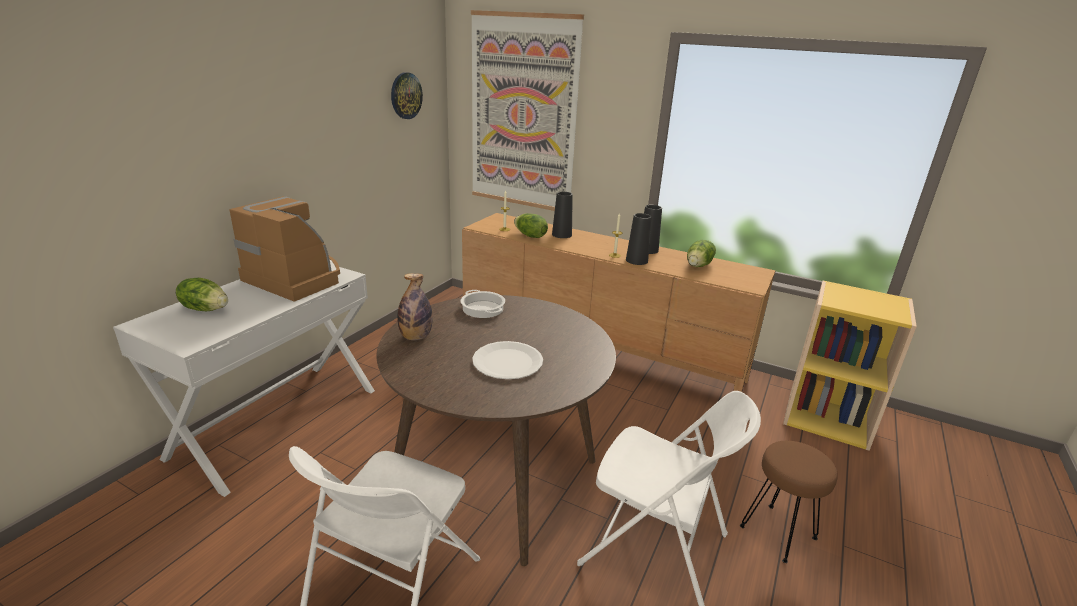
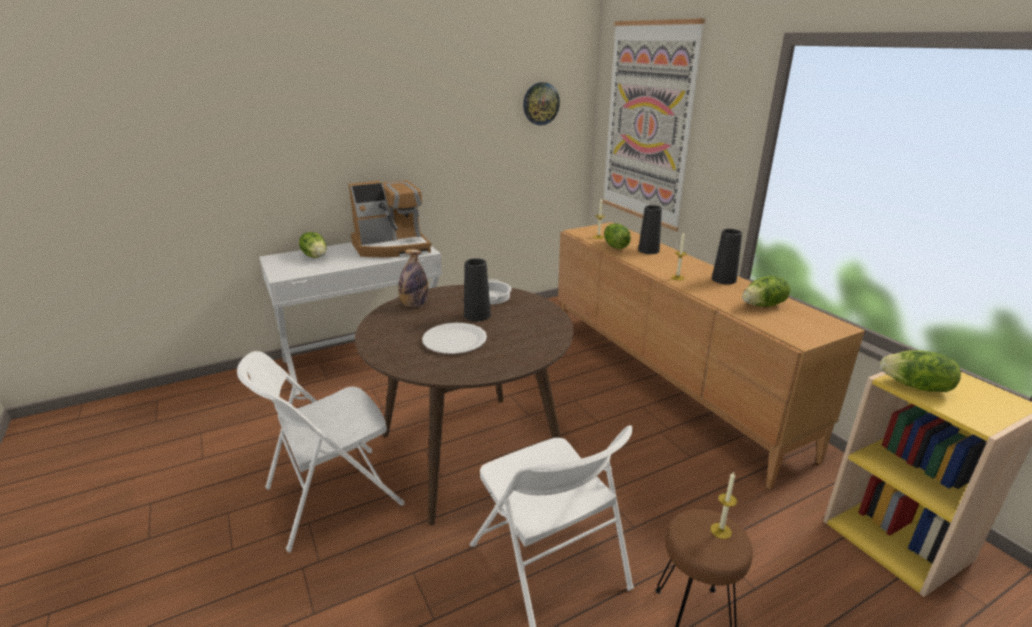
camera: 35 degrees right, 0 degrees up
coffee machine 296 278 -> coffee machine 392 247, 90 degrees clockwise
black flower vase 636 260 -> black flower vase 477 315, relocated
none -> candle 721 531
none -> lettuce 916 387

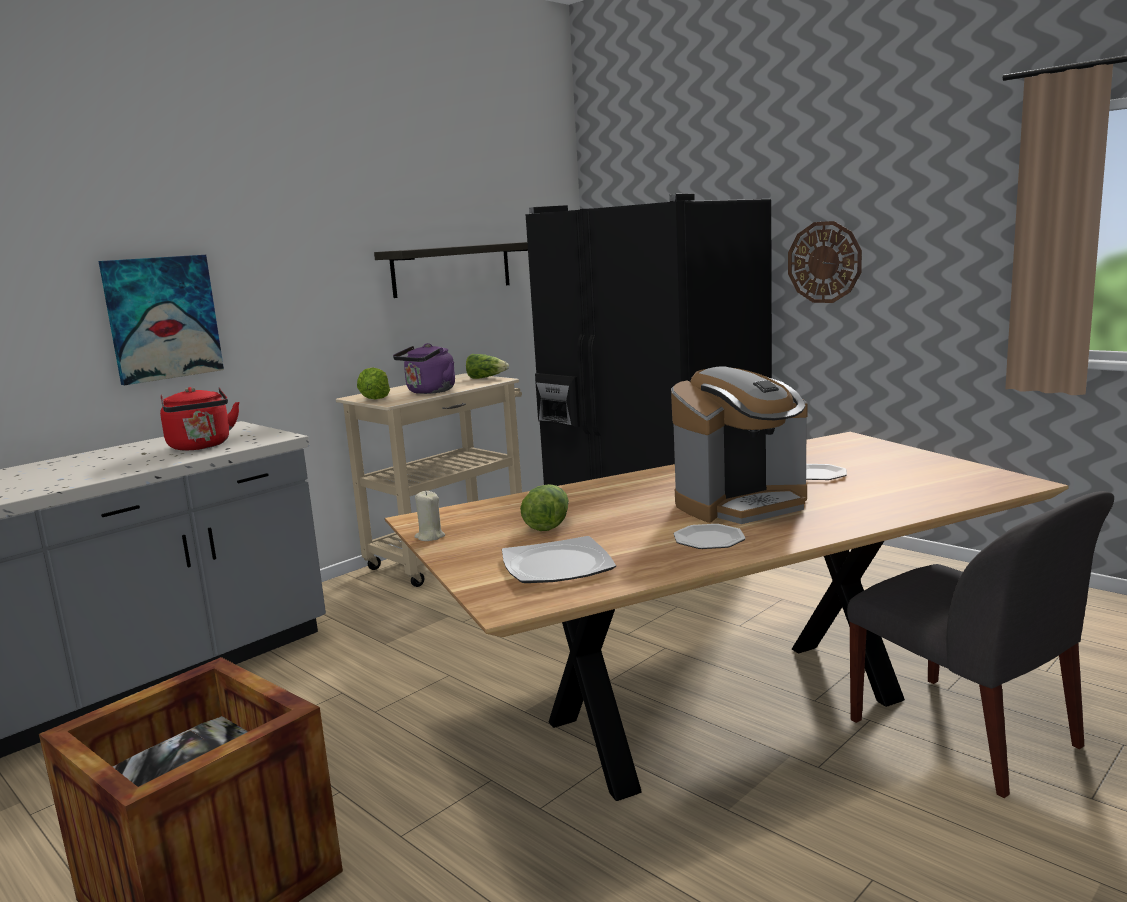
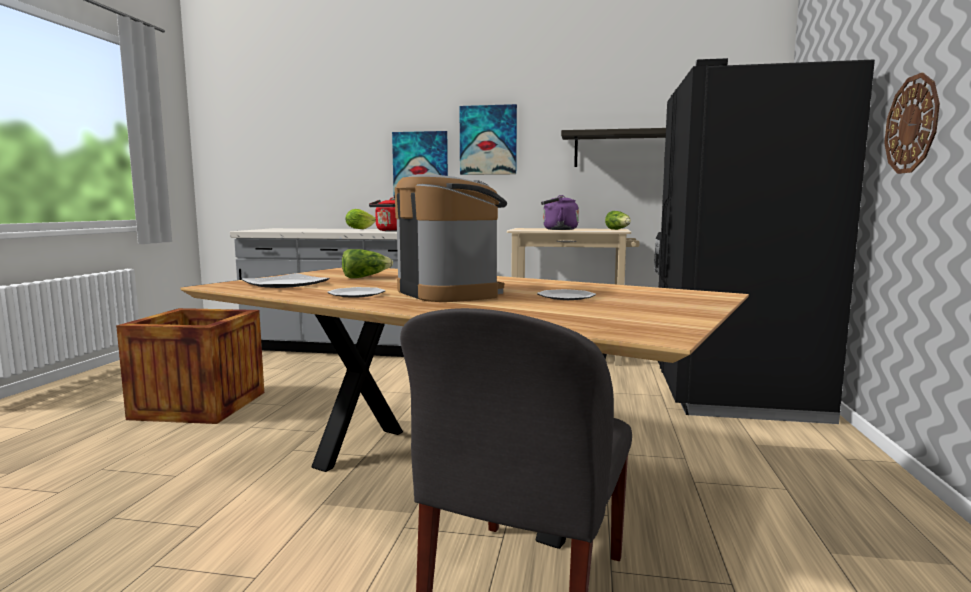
camera: 55 degrees right, 5 degrees down
lettuce 375 399 -> lettuce 359 229, relocated
coffee machine 742 504 -> coffee machine 450 293, 150 degrees counterclockwise
none -> wall picture 488 140
beige candle 430 537 -> none

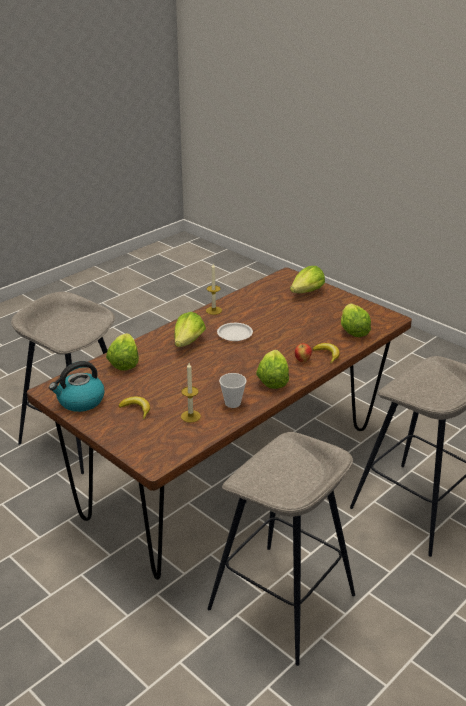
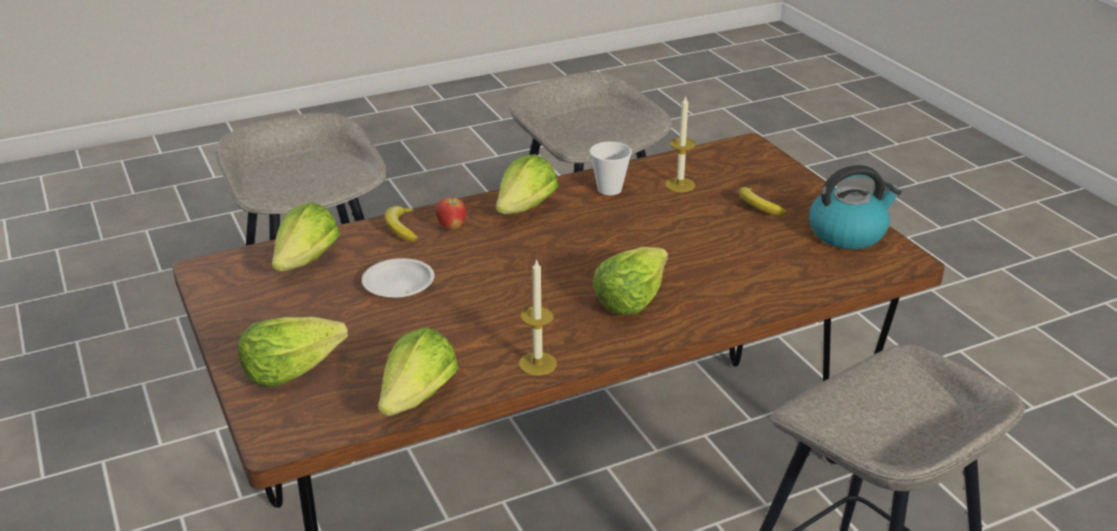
camera: 160 degrees left, 0 degrees up
white flat dish 234 334 -> white flat dish 399 283, relocated
lettuce 124 362 -> lettuce 418 398, relocated

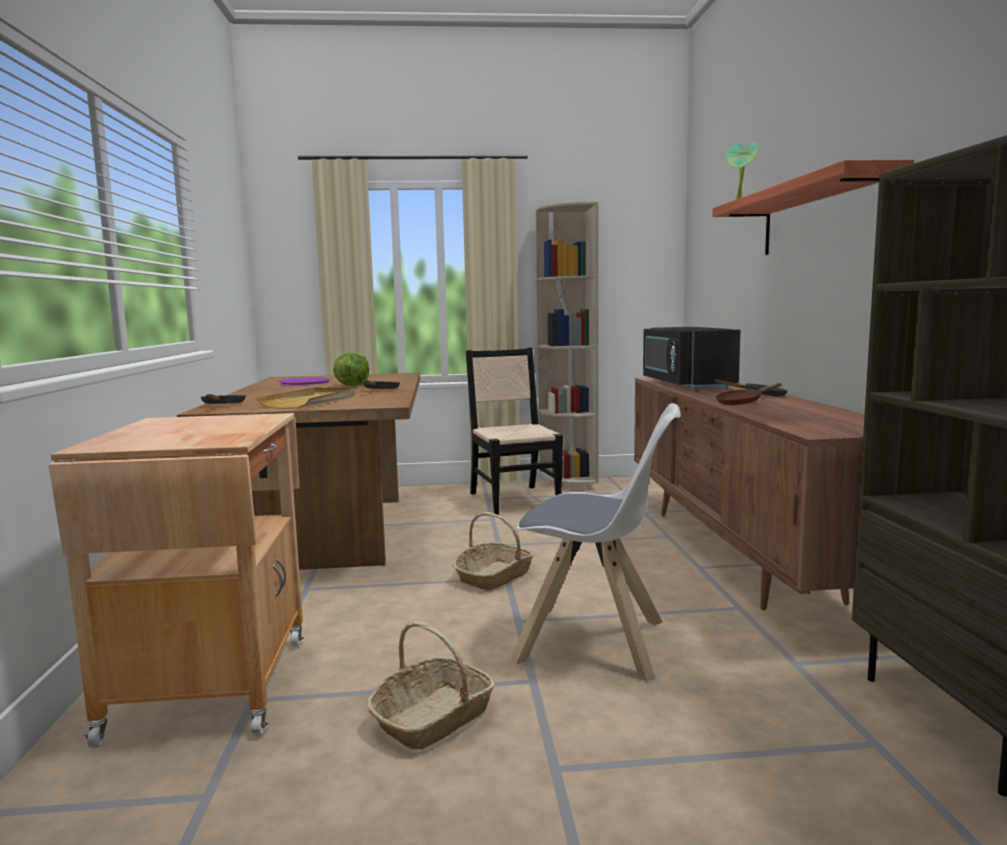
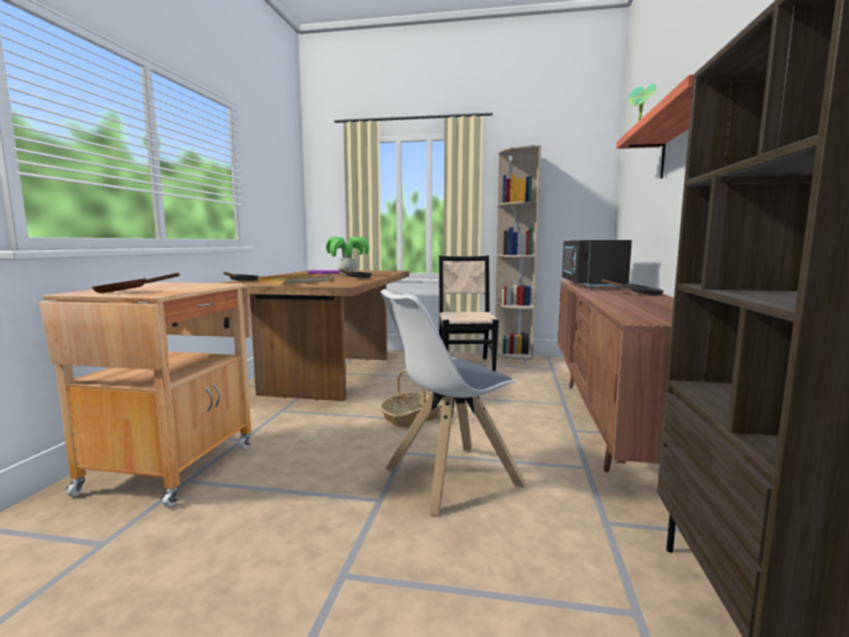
camera: 15 degrees right, 0 degrees up
brown-coloured frying pan 742 403 -> brown-coloured frying pan 127 292, relocated
lettuce 352 385 -> houseplant 347 275
plain chair 596 642 -> plain chair 449 478, 120 degrees clockwise
basket 433 718 -> none

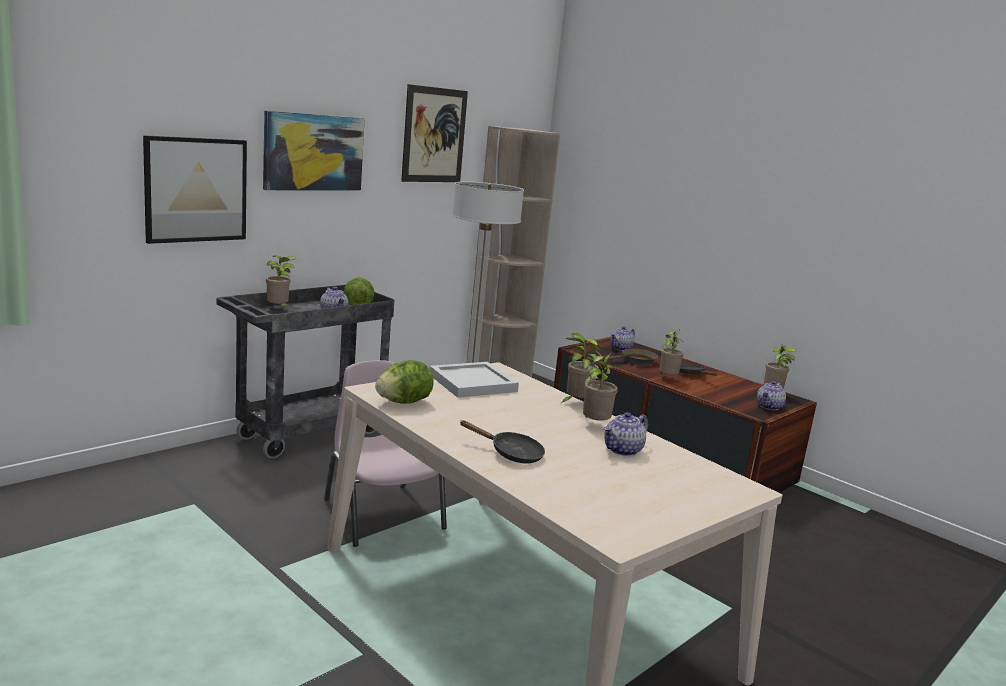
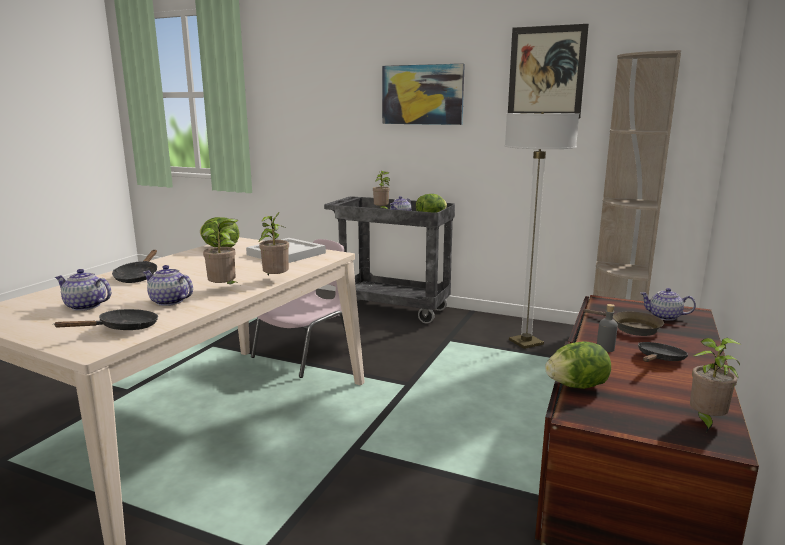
camera: 70 degrees right, 0 degrees up
none -> black frying pan 123 328
pot for tea 769 407 -> pot for tea 85 306, relocated
none -> lettuce 577 386
houseplant 667 378 -> grey beverage bottle 605 348
wall picture 196 190 -> none

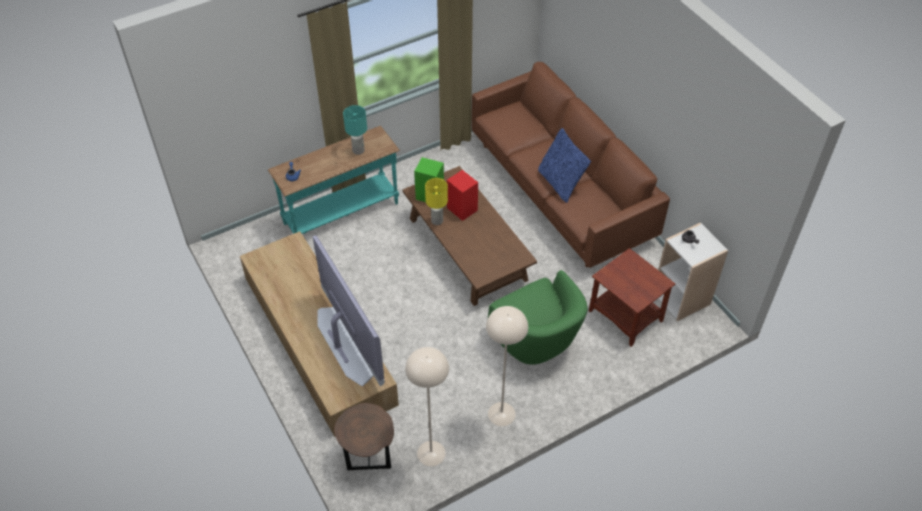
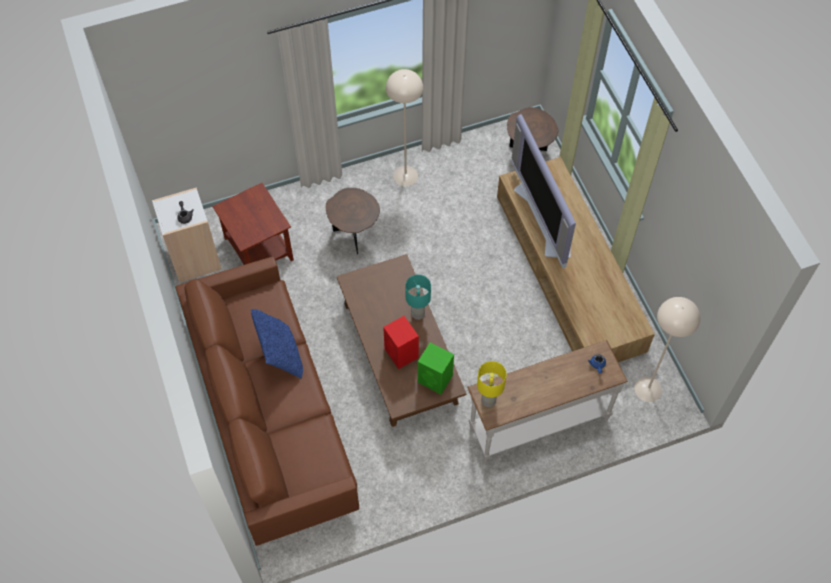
camera: 170 degrees left, 10 degrees up
green lounge chair 536 340 -> brown-coloured side table 355 238
blue-green tabletop lamp 358 150 -> blue-green tabletop lamp 418 314, relocated
blue-green hall table 342 214 -> white hall table 538 423
yellow-coloured tabletop lamp 437 221 -> yellow-coloured tabletop lamp 489 400, relocated
beige standard lamp 431 453 -> beige standard lamp 647 389, relocated

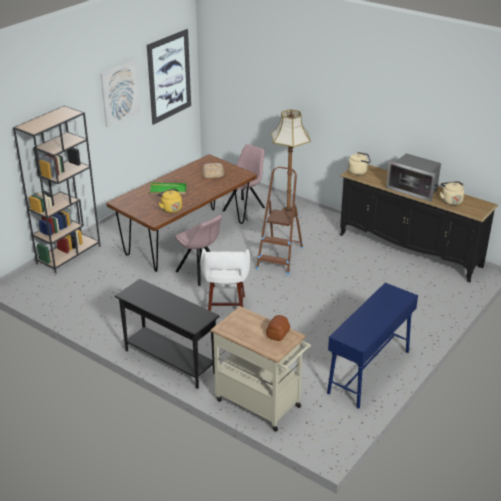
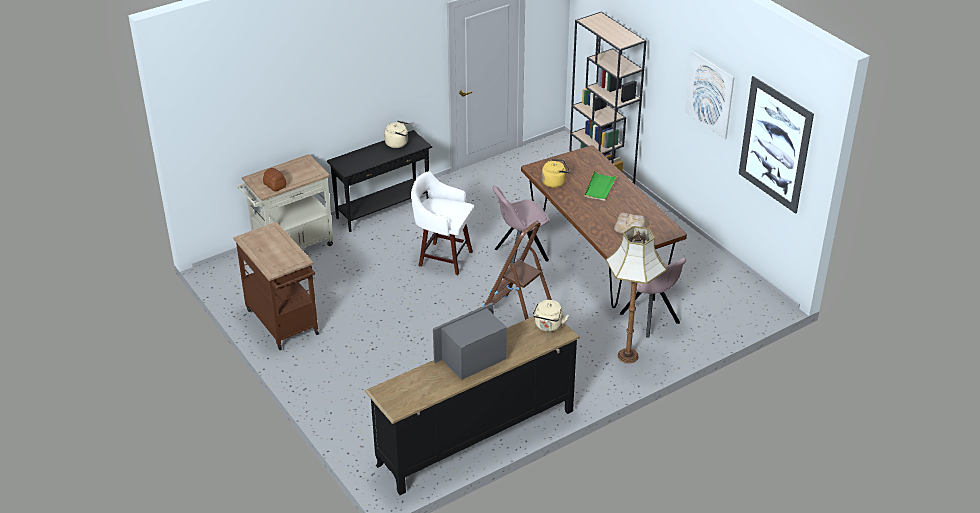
camera: 110 degrees right, 5 degrees up
bluish hall table 368 372 -> brown-coloured cart 283 324
beige kettle 450 201 -> beige kettle 398 143, relocated

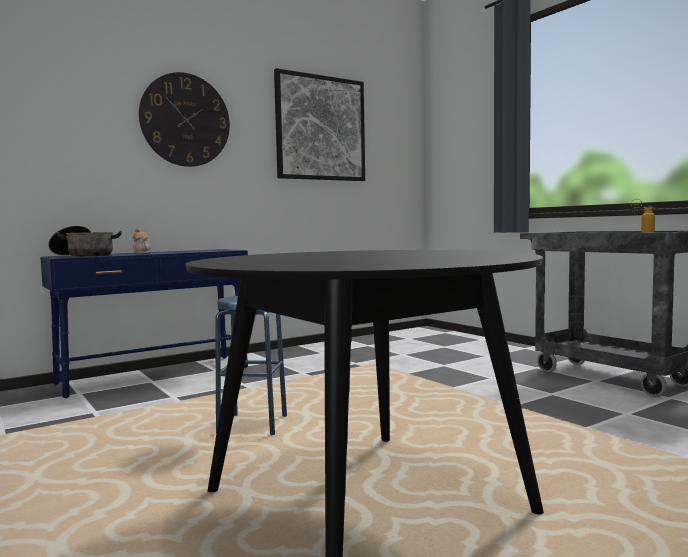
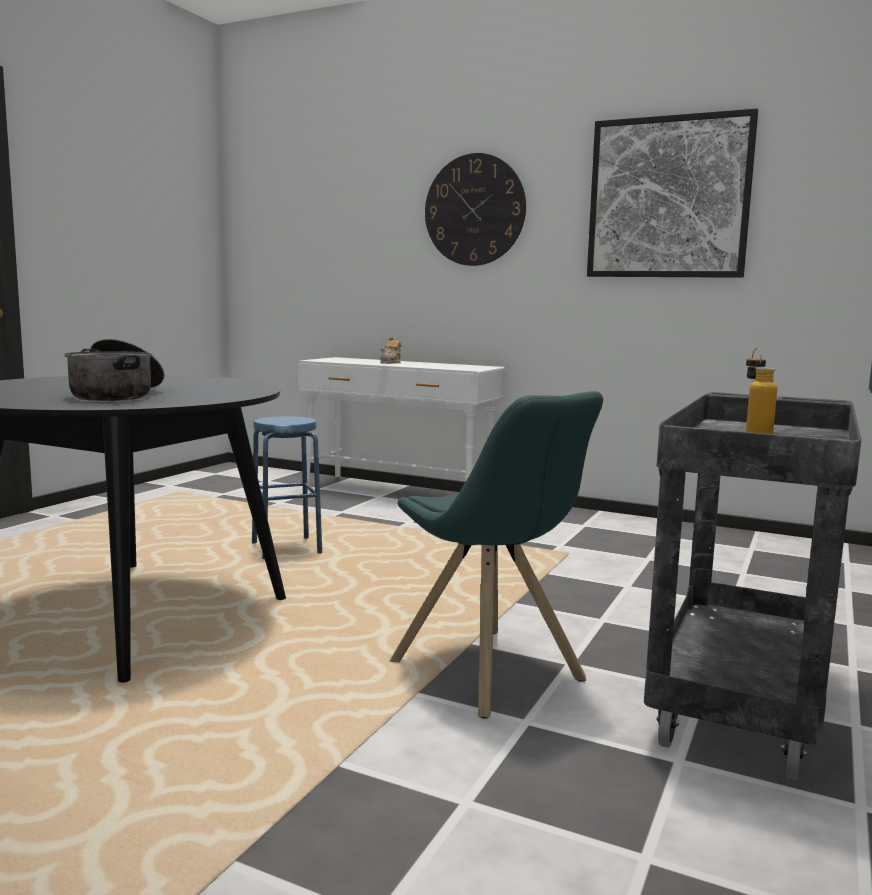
camera: 60 degrees right, 5 degrees up
cooking pot 84 255 -> cooking pot 118 394, relocated
bluish hall table 155 375 -> white hall table 397 493
none -> blue-green plain chair 488 671

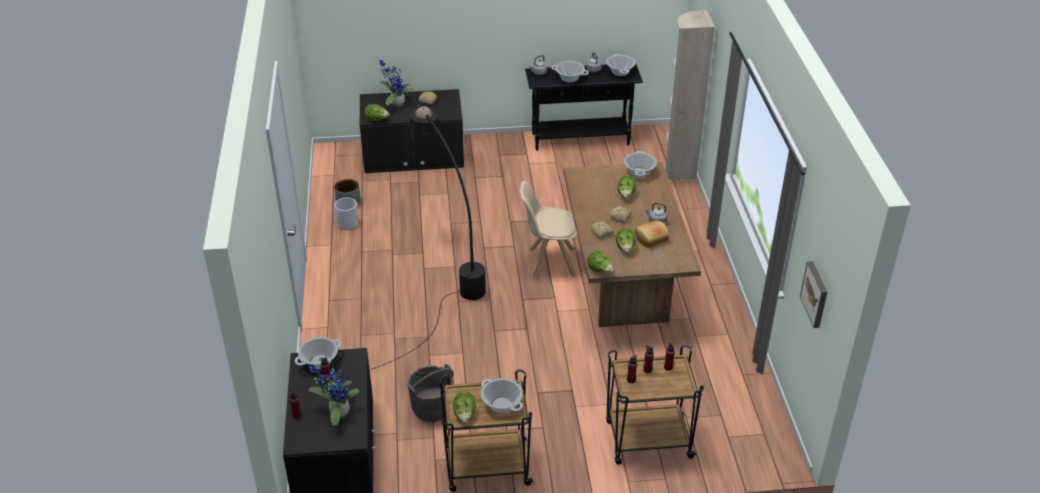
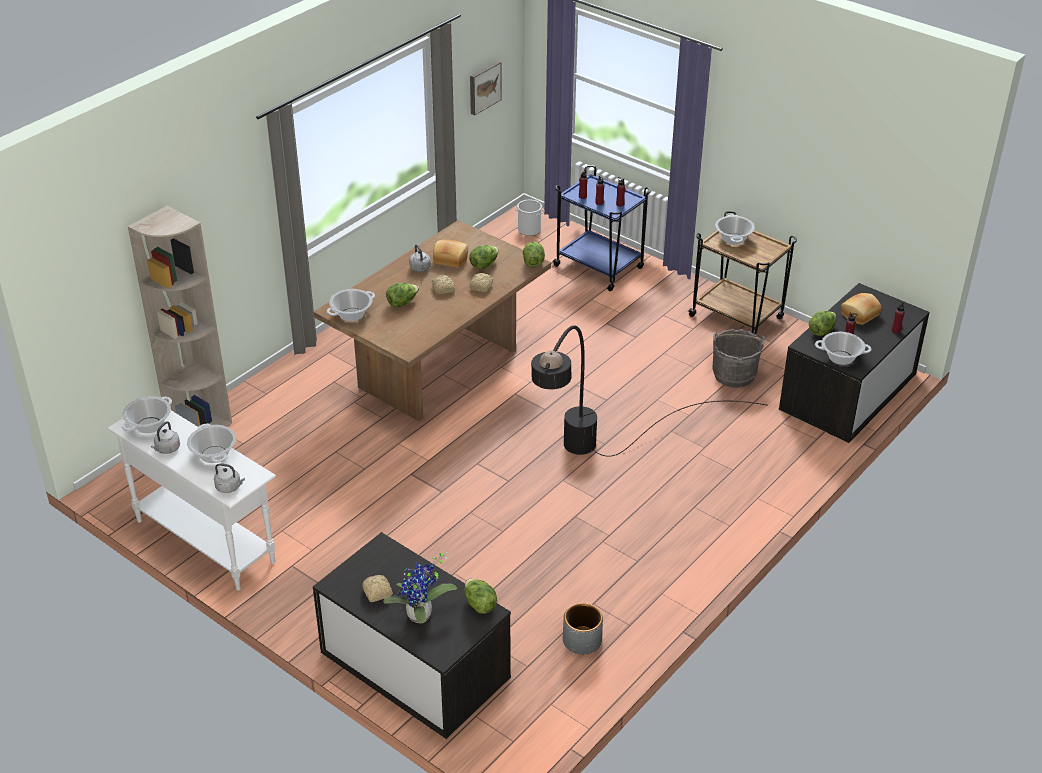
camera: 135 degrees left, 0 degrees up
black hall table 581 139 -> white hall table 205 541
pail 347 224 -> pail 529 230, relocated
brown-coloured cart 647 440 -> bluish cart 599 267
lettuce 465 415 -> lettuce 821 331, relocated
houseplant 337 412 -> bakery bread 860 315
beige plain chair 549 262 -> none

